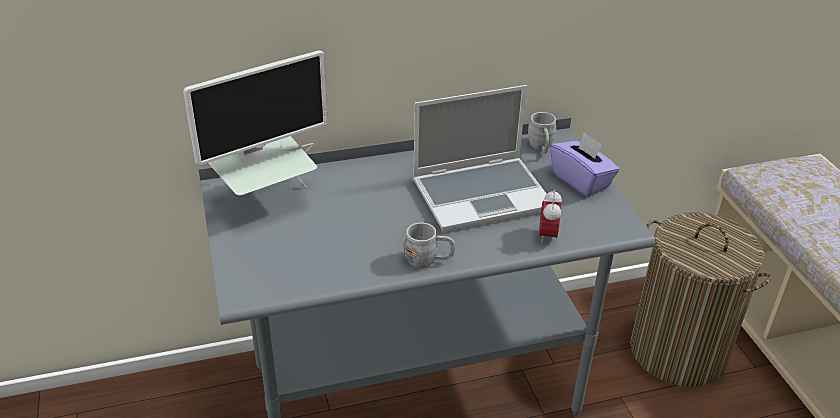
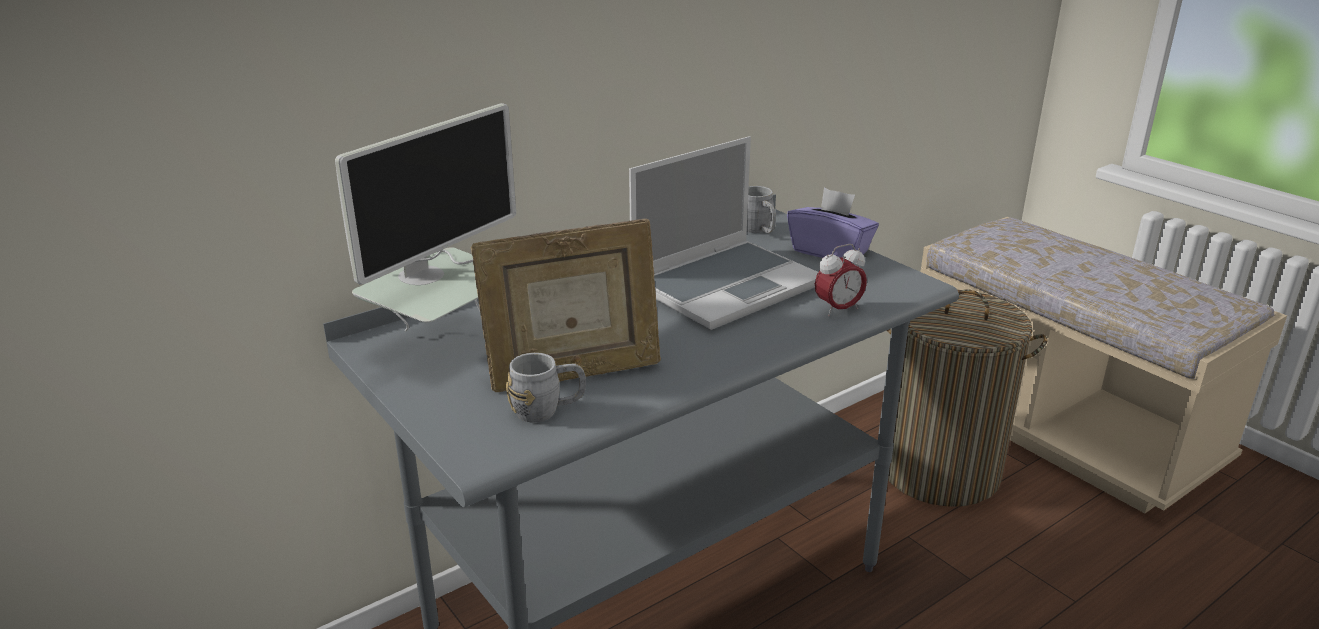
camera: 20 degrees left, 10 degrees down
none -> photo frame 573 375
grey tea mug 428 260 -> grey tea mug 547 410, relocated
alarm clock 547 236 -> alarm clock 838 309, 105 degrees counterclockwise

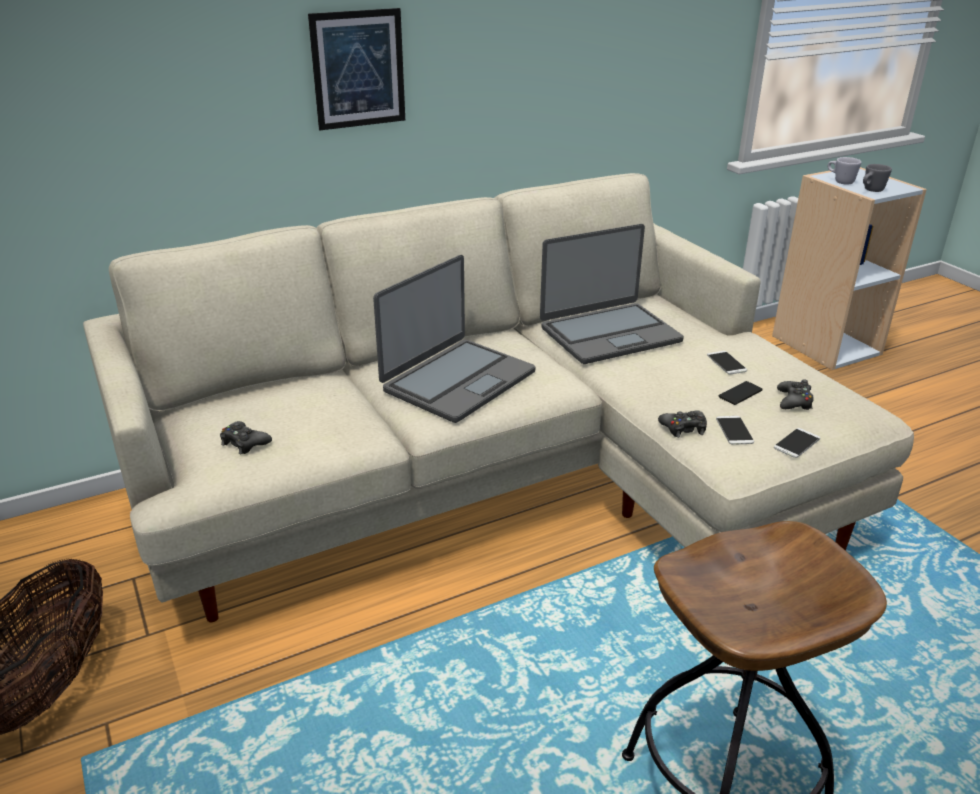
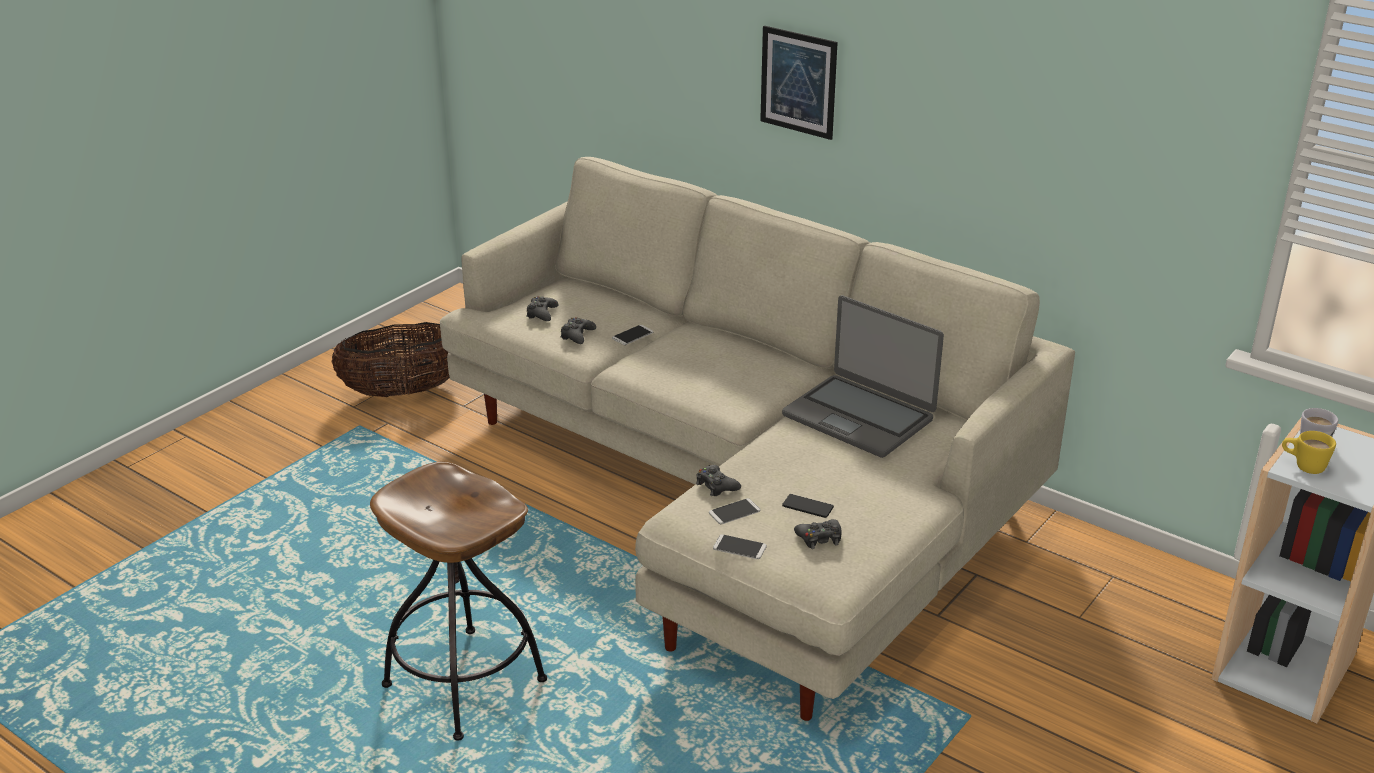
camera: 65 degrees right, 0 degrees up
none -> black game controller 577 335
telephone 726 363 -> telephone 632 335, relocated
grey tea mug 871 190 -> yellow-coloured tea mug 1303 466
laptop 457 381 -> none

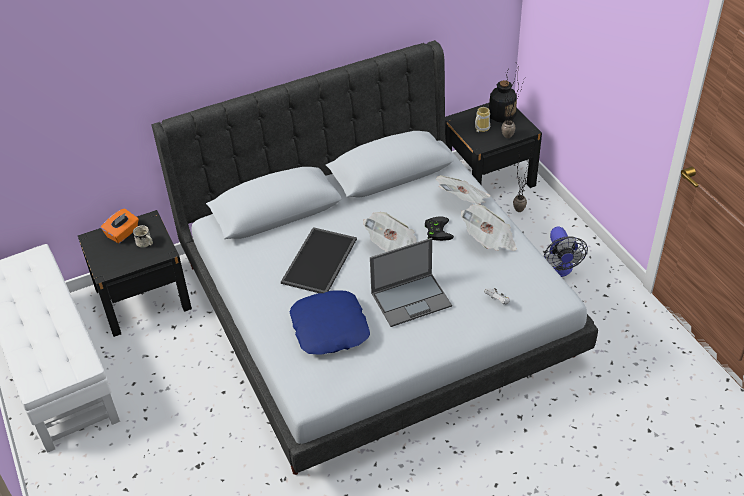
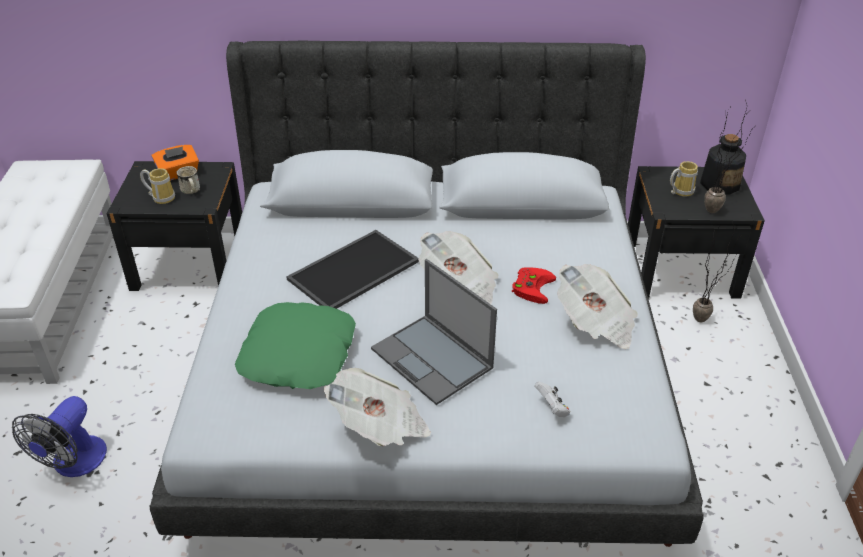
camera: 25 degrees right, 5 degrees down
cooling fan 558 270 -> cooling fan 74 464, relocated
none -> tea mug 161 197
bluish pillow 330 328 -> green pillow 299 355
daily paper 463 201 -> daily paper 380 426, relocated
laptop 412 299 -> laptop 433 359, 45 degrees clockwise
black game controller 437 230 -> red-coloured game controller 531 286

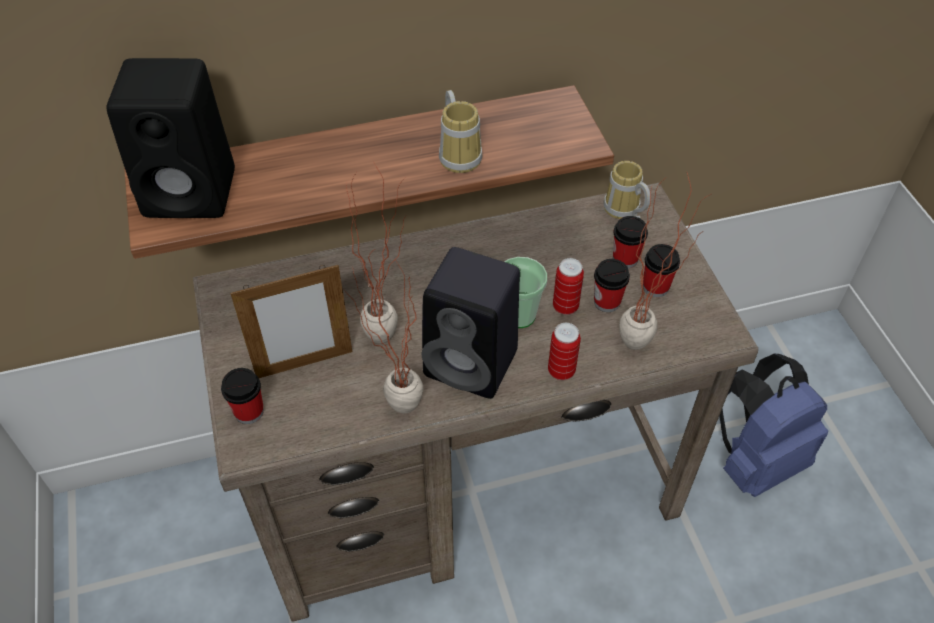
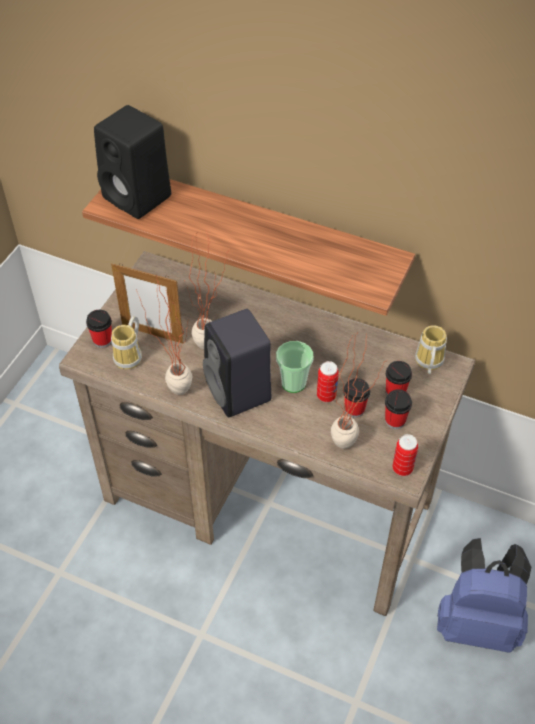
camera: 40 degrees right, 0 degrees up
tea mug 460 155 -> tea mug 131 356, relocated
can 561 371 -> can 402 468, relocated

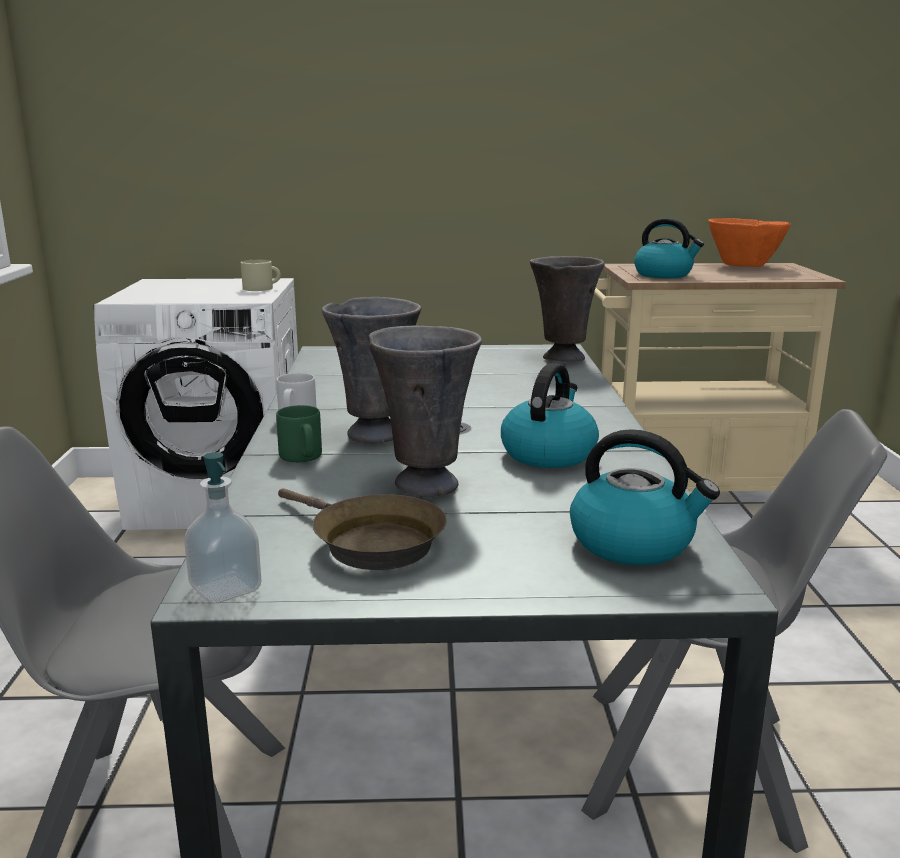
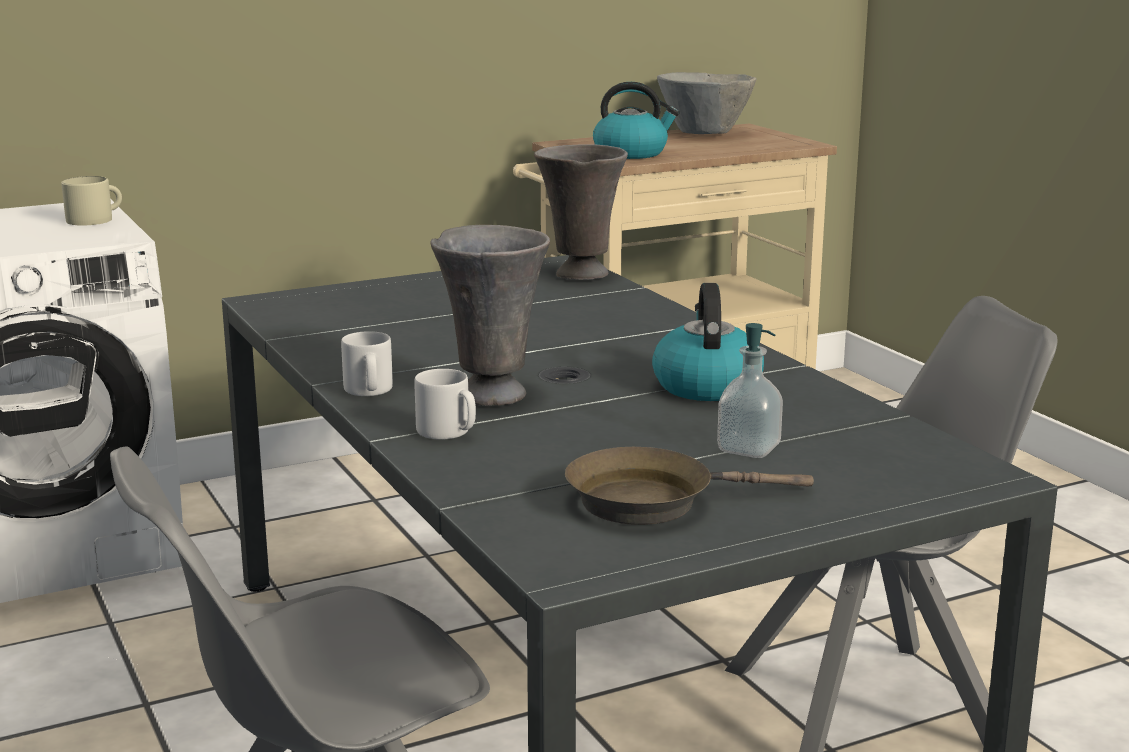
camera: 25 degrees left, 0 degrees up
green tea mug 302 457 -> grey tea mug 448 432
brown-coloured frying pan 370 543 -> brown-coloured frying pan 651 501, 150 degrees clockwise
orange deep dish 744 266 -> grey deep dish 704 133
soap dispenser 226 589 -> soap dispenser 748 449, relocated
grey flower vase 425 484 -> none
kettle 634 543 -> none

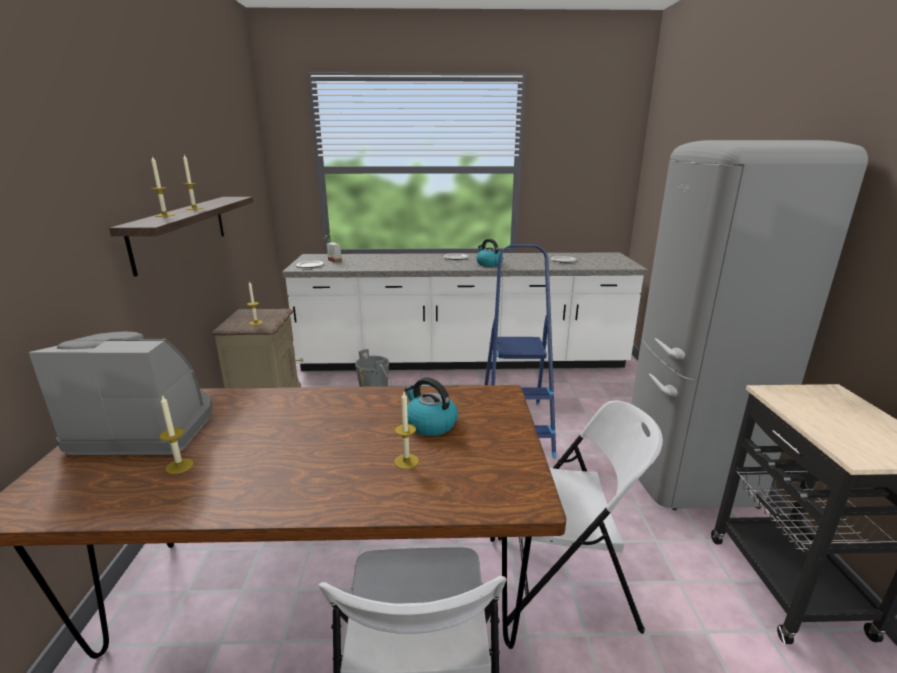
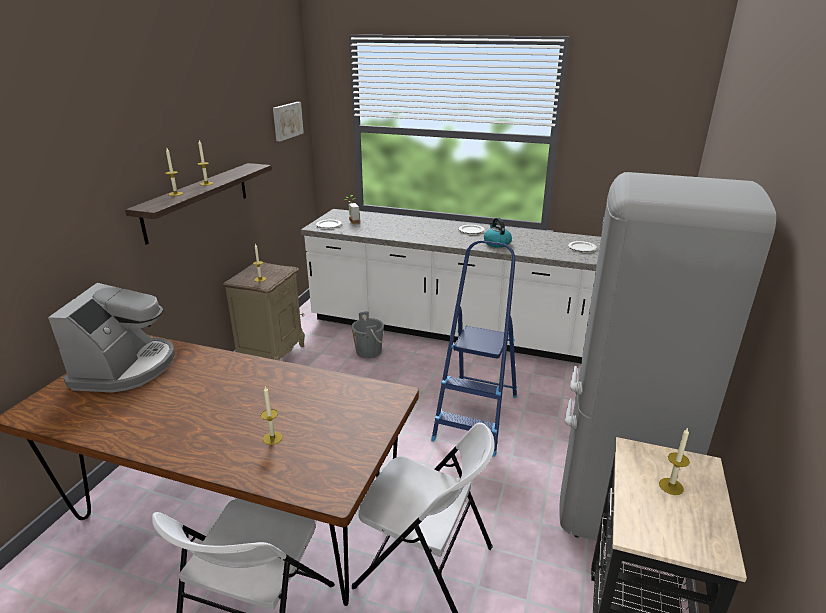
camera: 20 degrees right, 5 degrees up
coffee machine 147 427 -> coffee machine 126 368, 75 degrees clockwise
none -> wall picture 286 121
candle 179 466 -> candle 671 486, relocated
kettle 430 424 -> none

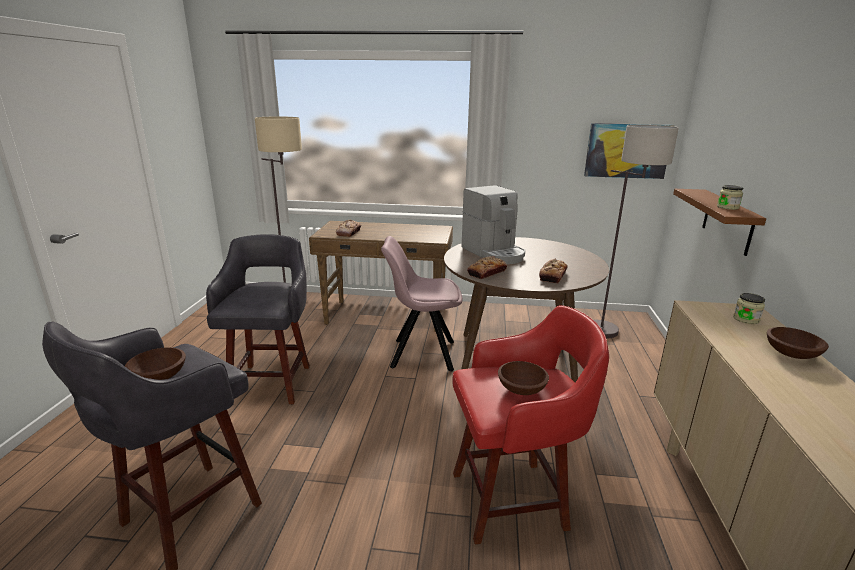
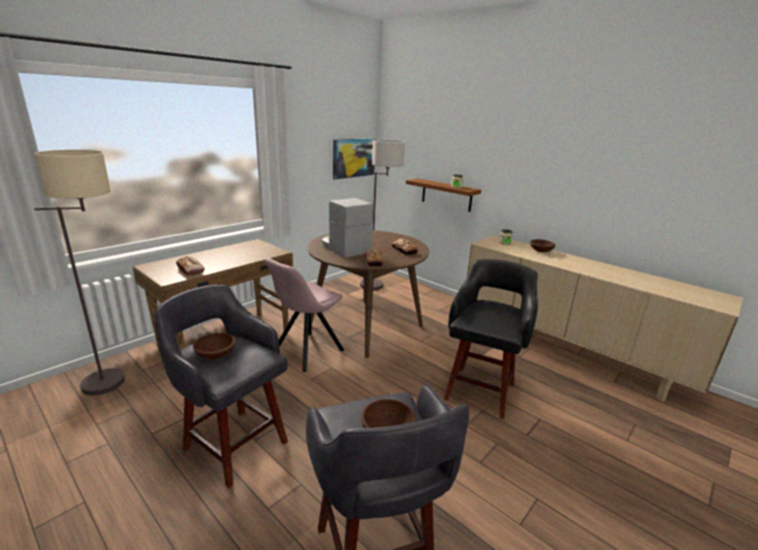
camera: 55 degrees left, 0 degrees up
brown-coloured deep dish 522 389 -> brown-coloured deep dish 216 355, relocated
coffee machine 494 253 -> coffee machine 344 248, 135 degrees counterclockwise
red-coloured sitting stool 513 500 -> black sitting stool 481 389

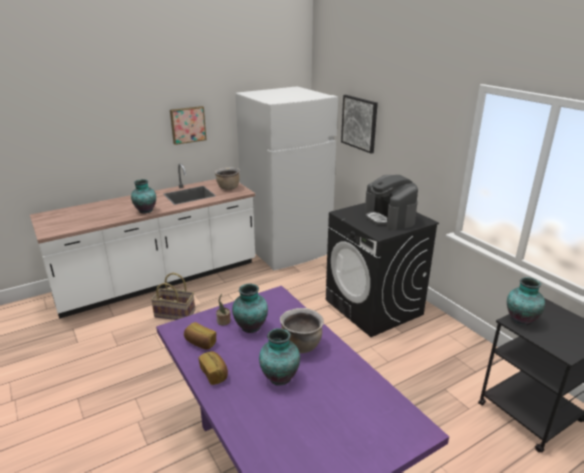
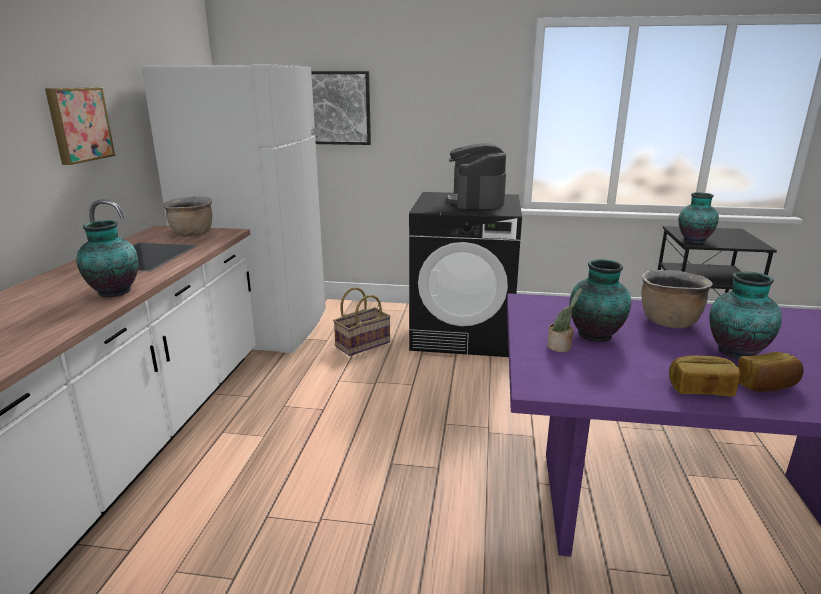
camera: 50 degrees left, 5 degrees down
basket 175 313 -> basket 362 344, relocated
coffee machine 389 218 -> coffee machine 475 201, 75 degrees clockwise
bakery bread 200 343 -> bakery bread 767 386, relocated

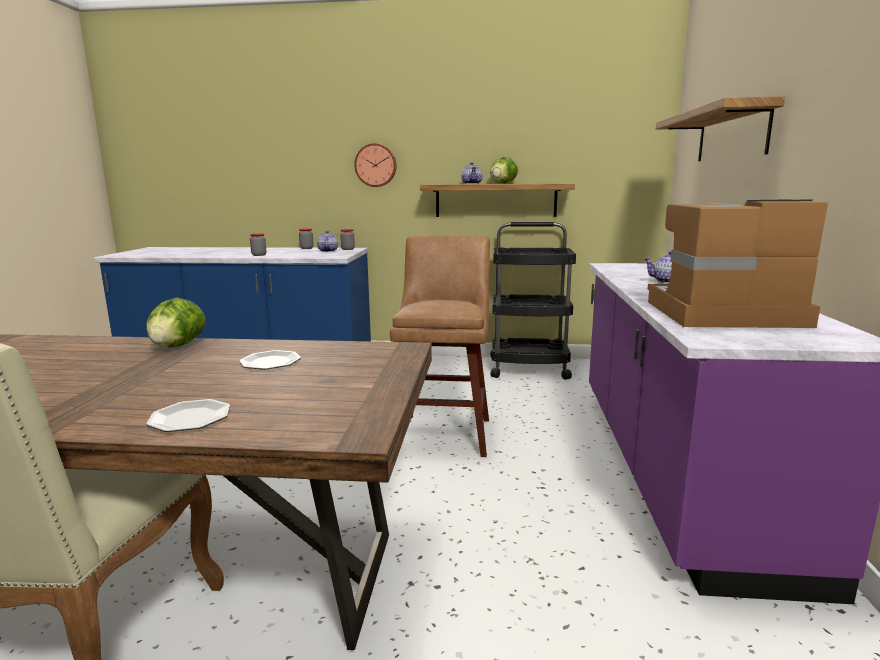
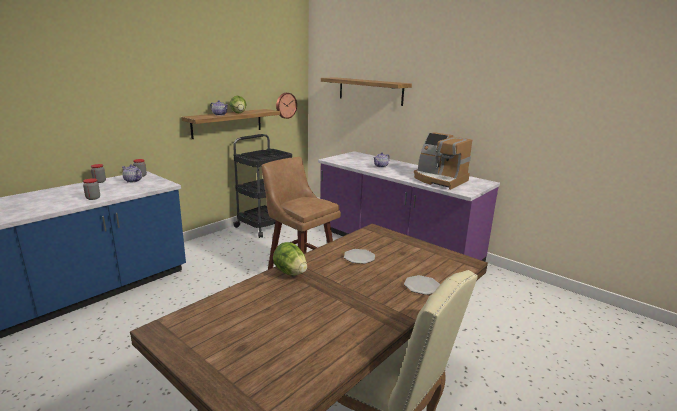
camera: 55 degrees left, 5 degrees up
hanging clock 376 165 -> hanging clock 285 105, relocated
coffee machine 721 314 -> coffee machine 439 180, 90 degrees counterclockwise

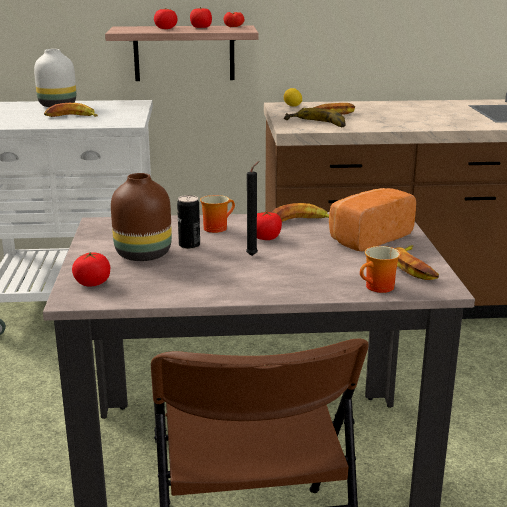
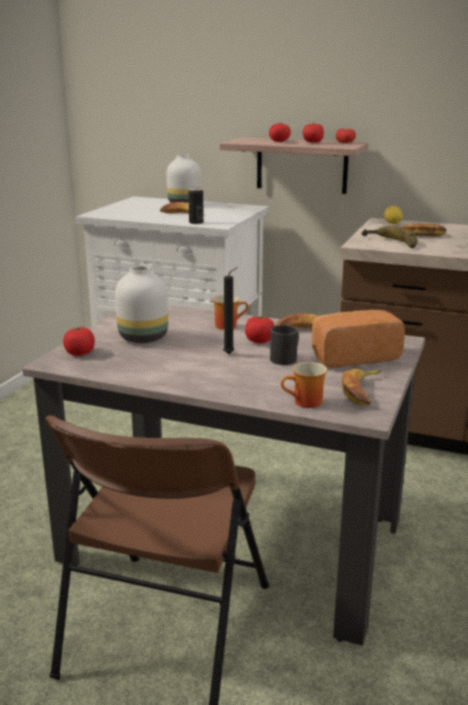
camera: 25 degrees right, 0 degrees up
brown-coloured flower vase 145 254 -> white flower vase 144 338
can 189 245 -> can 196 222, relocated
none -> black tea mug 286 357

